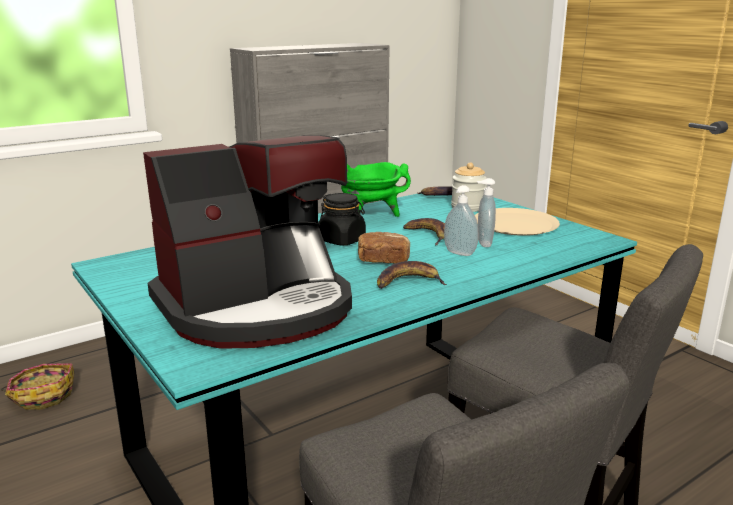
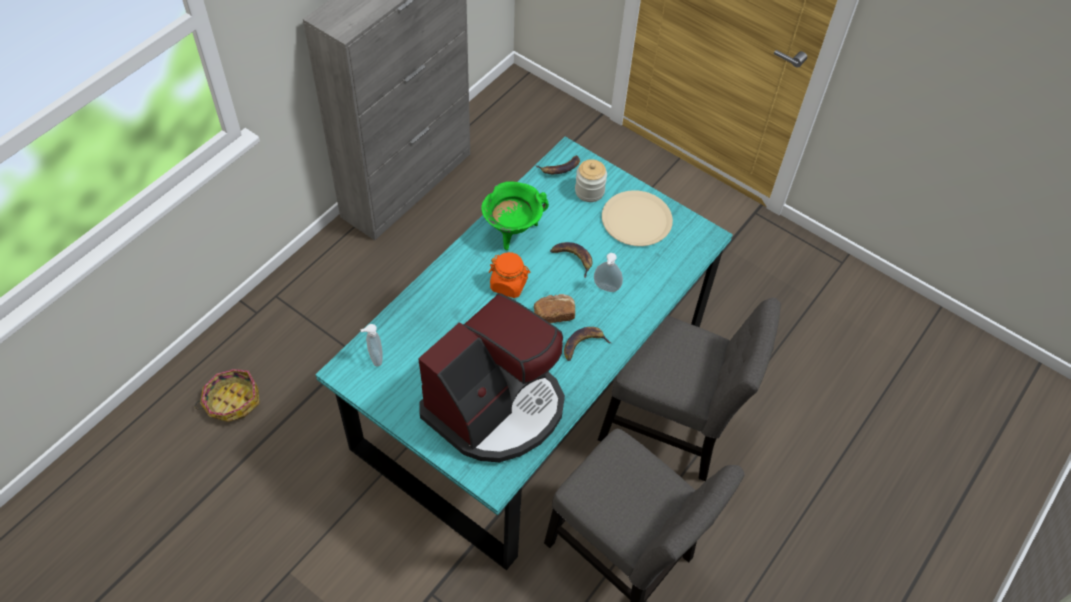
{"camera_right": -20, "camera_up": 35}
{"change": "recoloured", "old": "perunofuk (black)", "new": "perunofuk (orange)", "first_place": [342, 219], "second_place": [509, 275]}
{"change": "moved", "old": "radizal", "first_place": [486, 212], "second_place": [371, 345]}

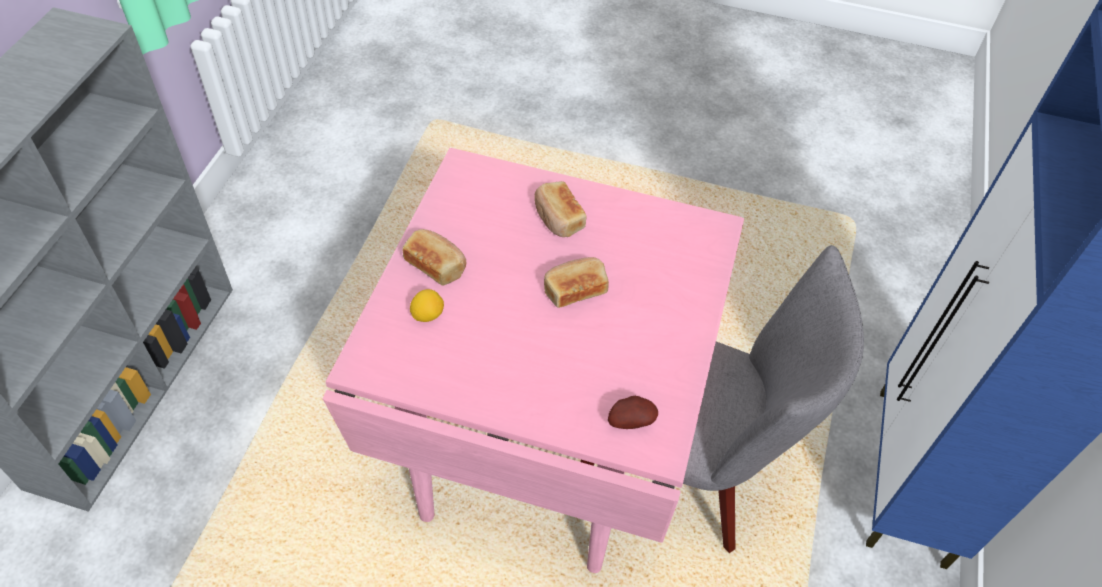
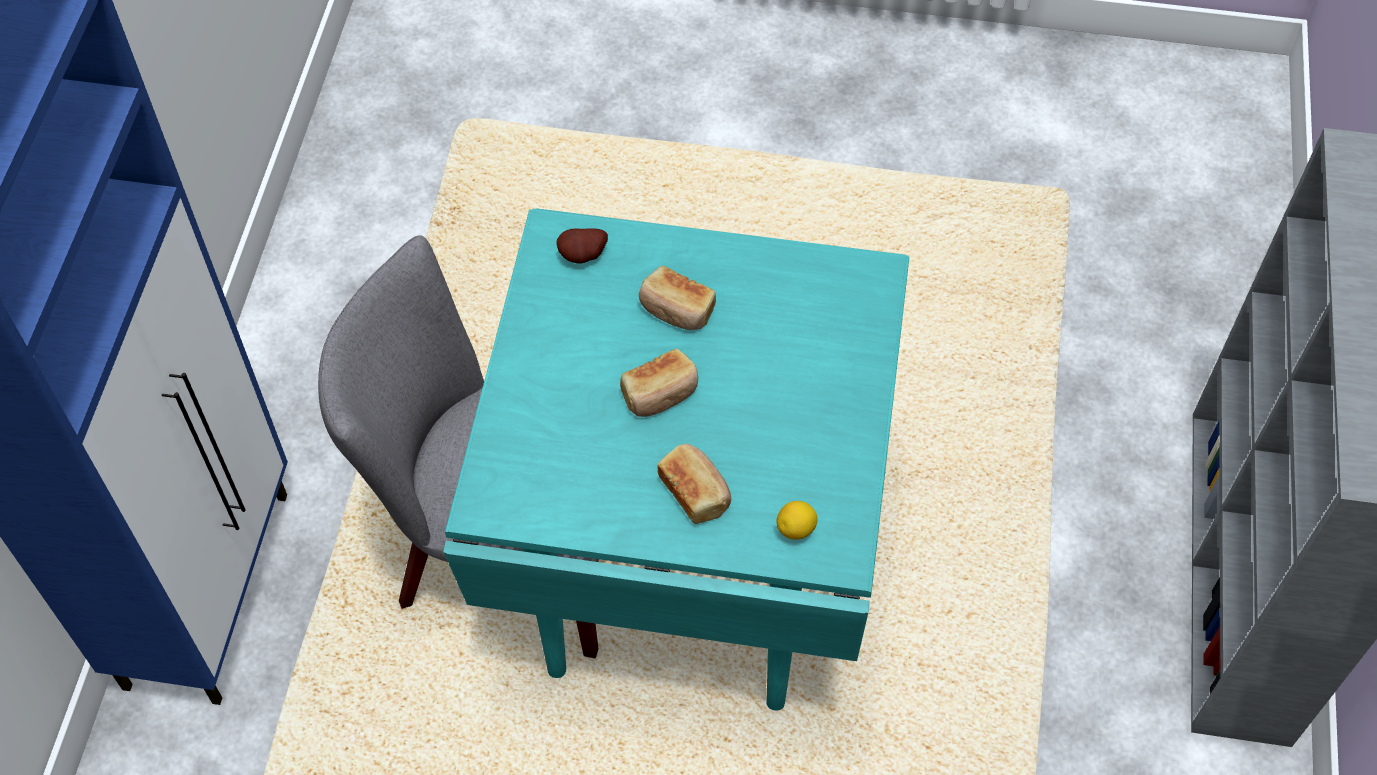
{"camera_right": 175, "camera_up": 5}
{"change": "recoloured", "old": "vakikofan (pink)", "new": "vakikofan (turquoise)", "first_place": [533, 360], "second_place": [676, 459]}
{"change": "moved", "old": "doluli", "first_place": [434, 257], "second_place": [677, 298]}
{"change": "moved", "old": "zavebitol", "first_place": [427, 305], "second_place": [797, 520]}

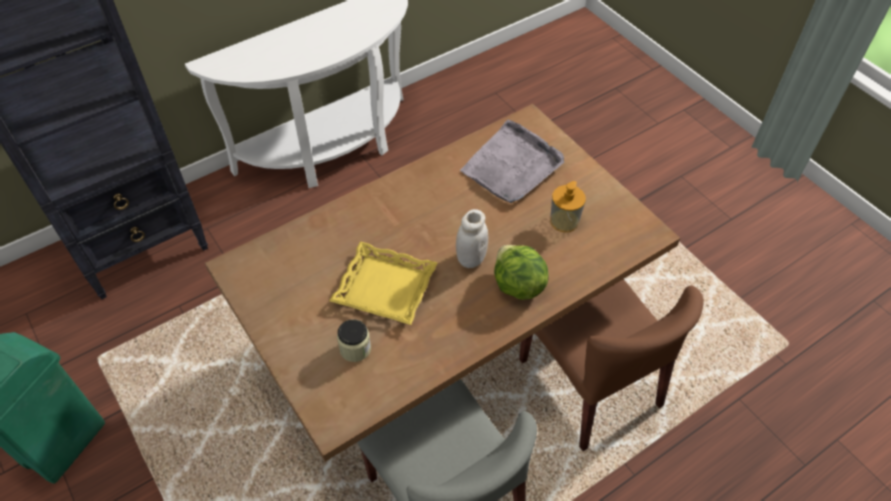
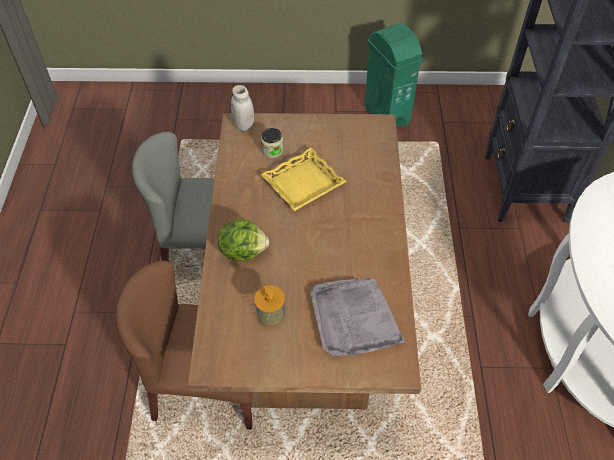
{"camera_right": 125, "camera_up": 0}
{"change": "moved", "old": "perunofuk (white)", "first_place": [472, 238], "second_place": [242, 108]}

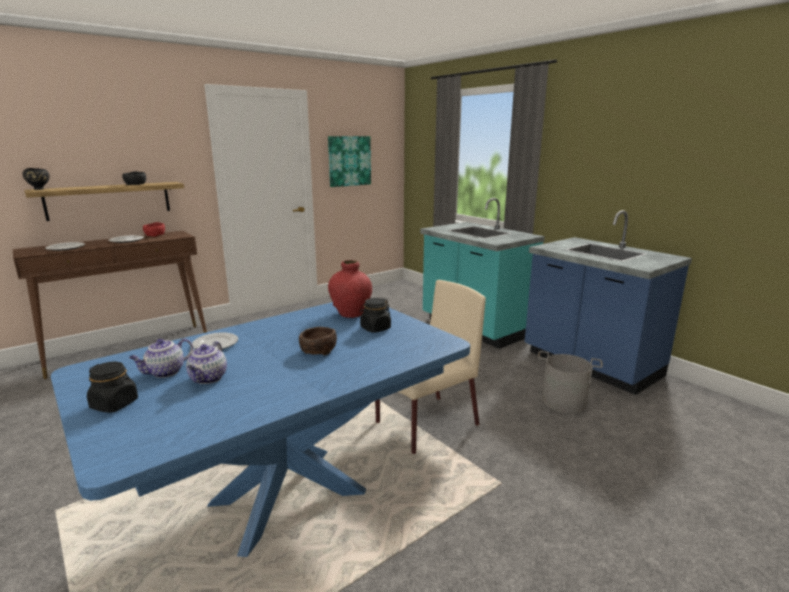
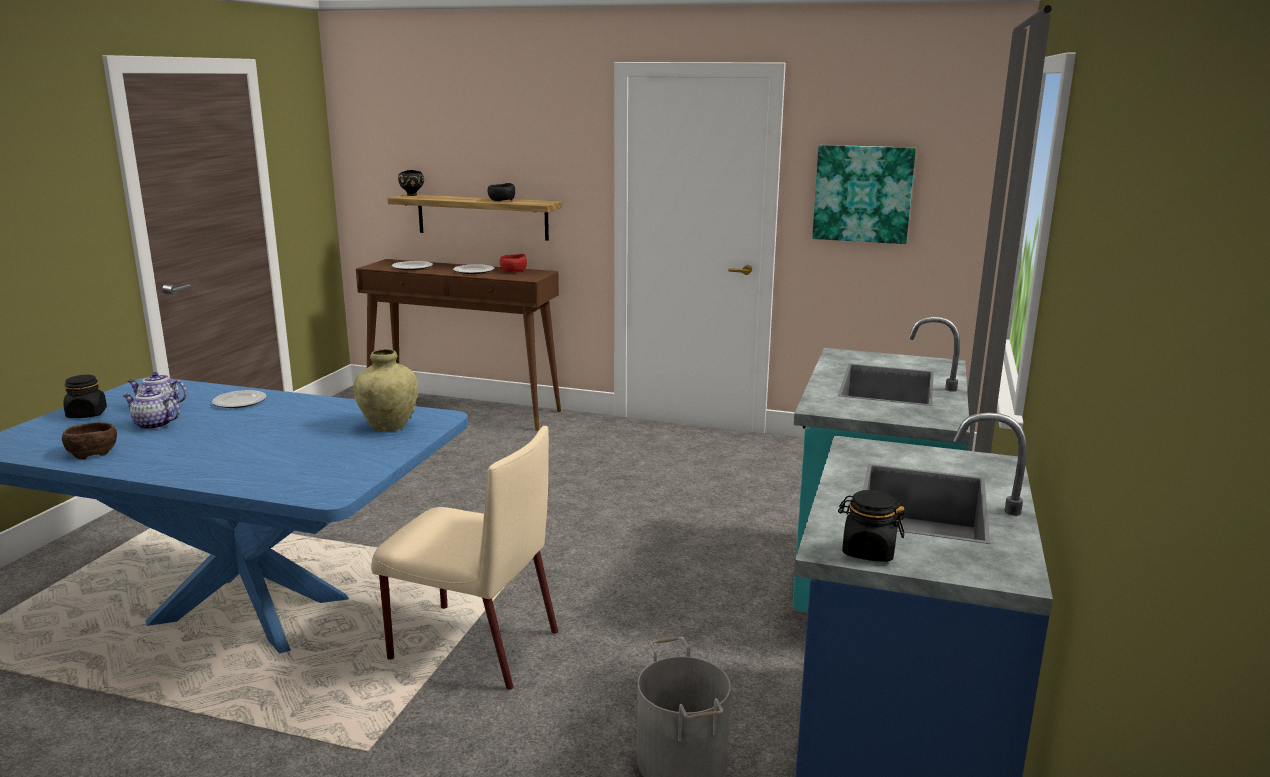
{"camera_right": 55, "camera_up": 0}
{"change": "turned", "old": "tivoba", "first_place": [206, 362], "second_place": [151, 409], "degrees": 45}
{"change": "moved", "old": "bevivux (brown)", "first_place": [318, 341], "second_place": [89, 440]}
{"change": "recoloured", "old": "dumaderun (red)", "new": "dumaderun (beige)", "first_place": [350, 289], "second_place": [385, 390]}
{"change": "moved", "old": "perunofuk (black)", "first_place": [375, 315], "second_place": [871, 526]}

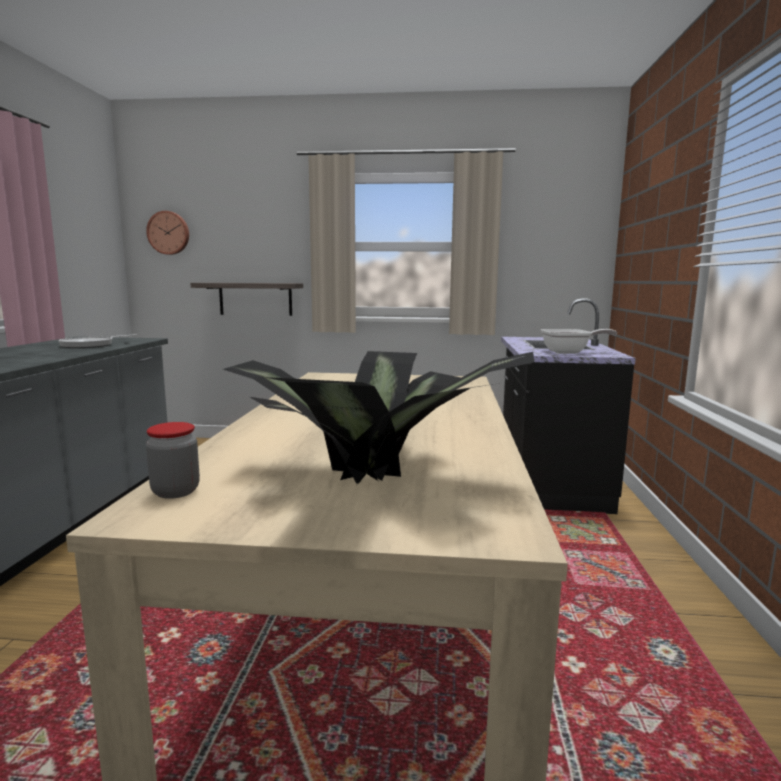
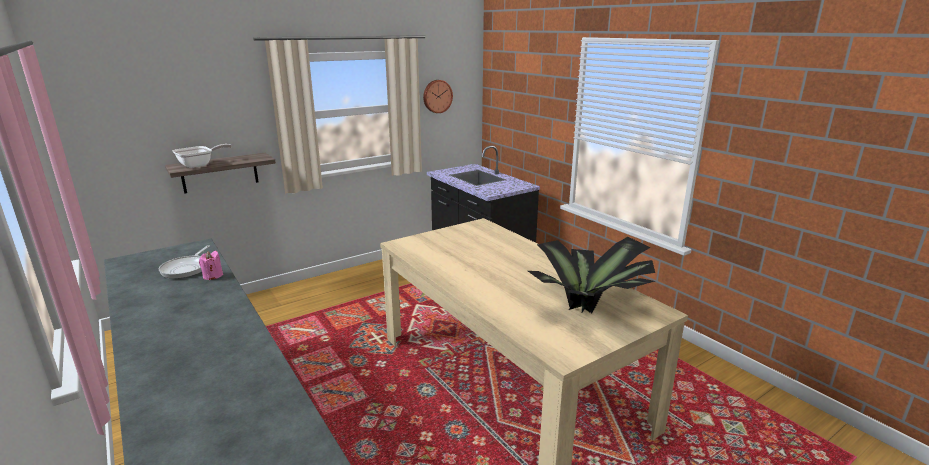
{"camera_right": -40, "camera_up": 10}
{"change": "moved", "old": "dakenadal", "first_place": [167, 233], "second_place": [438, 96]}
{"change": "removed", "old": "perunofuk", "first_place": [173, 460]}
{"change": "moved", "old": "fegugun", "first_place": [579, 341], "second_place": [202, 156]}
{"change": "added", "new": "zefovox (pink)", "second_place": [211, 265]}

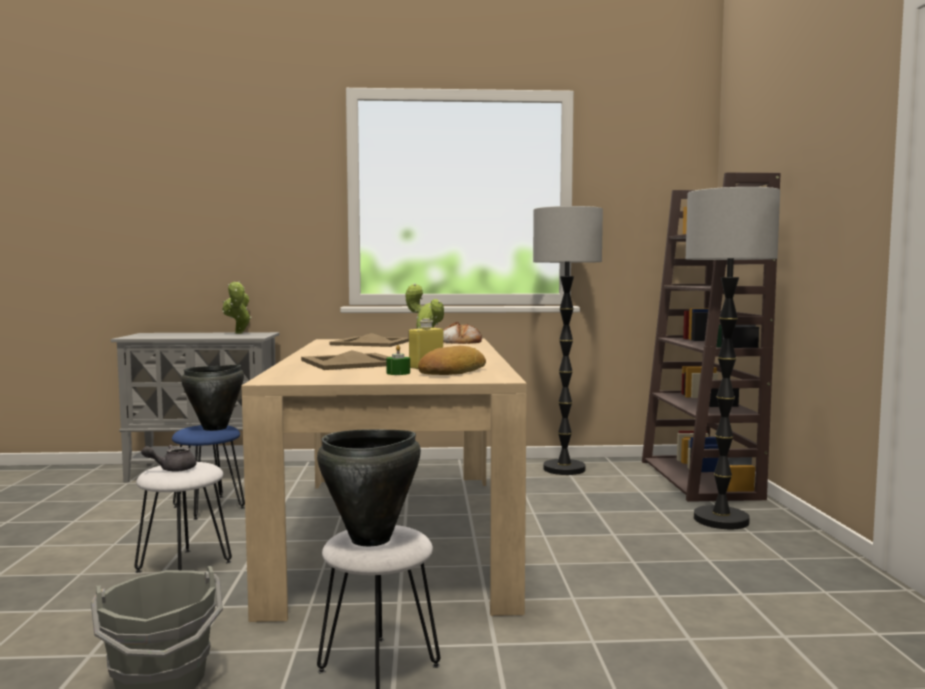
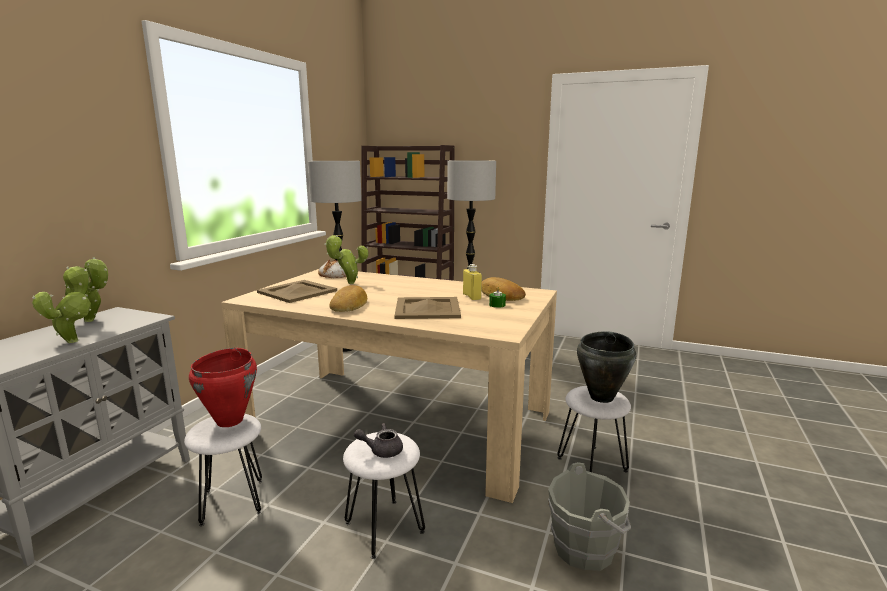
{"camera_right": -65, "camera_up": 10}
{"change": "turned", "old": "tivoba (grey)", "first_place": [168, 458], "second_place": [378, 440], "degrees": 90}
{"change": "recoloured", "old": "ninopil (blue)", "new": "ninopil (white)", "first_place": [208, 472], "second_place": [223, 470]}
{"change": "recoloured", "old": "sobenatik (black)", "new": "sobenatik (red)", "first_place": [212, 398], "second_place": [223, 387]}
{"change": "added", "new": "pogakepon", "second_place": [61, 304]}
{"change": "added", "new": "doluli", "second_place": [348, 298]}

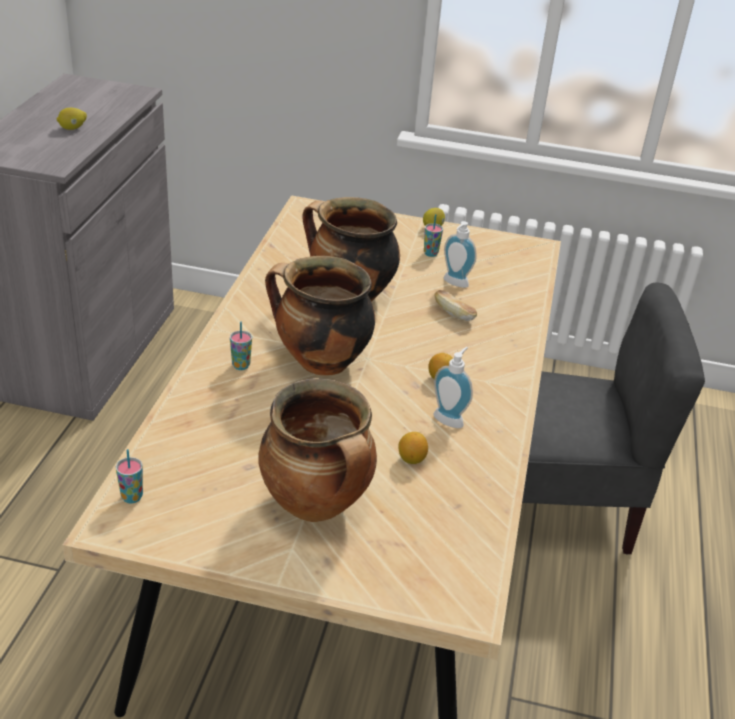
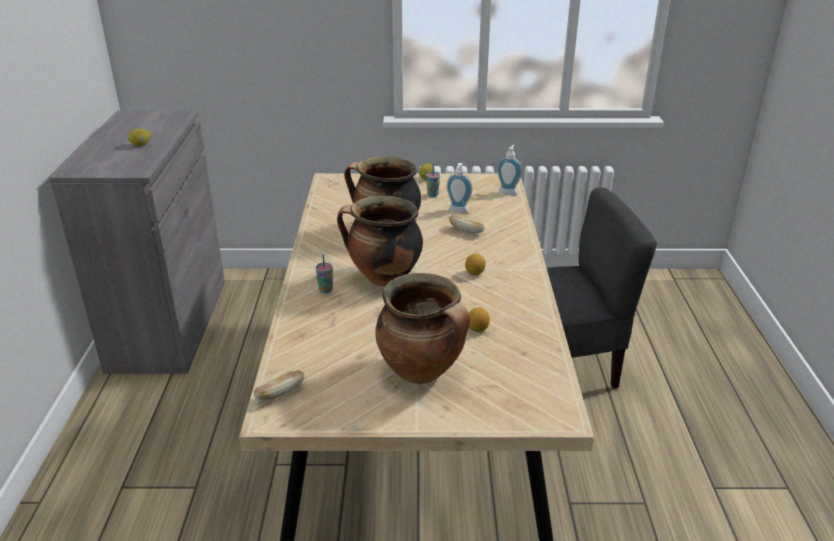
{"camera_right": -10, "camera_up": -5}
{"change": "replaced", "old": "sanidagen", "new": "doluli", "first_place": [129, 476], "second_place": [278, 385]}
{"change": "moved", "old": "radizal", "first_place": [453, 387], "second_place": [509, 169]}

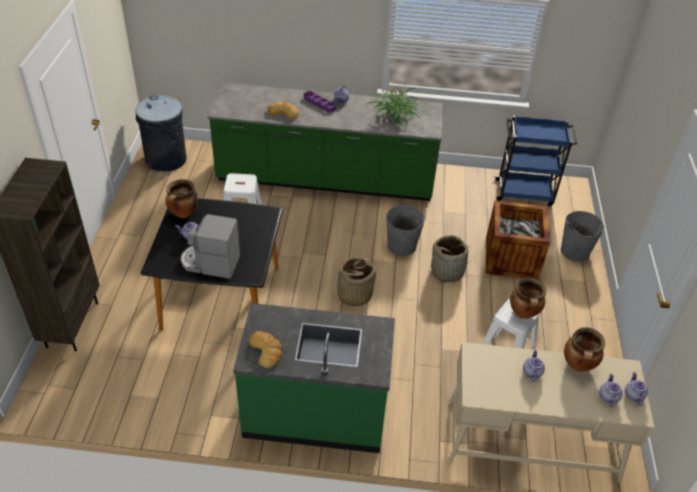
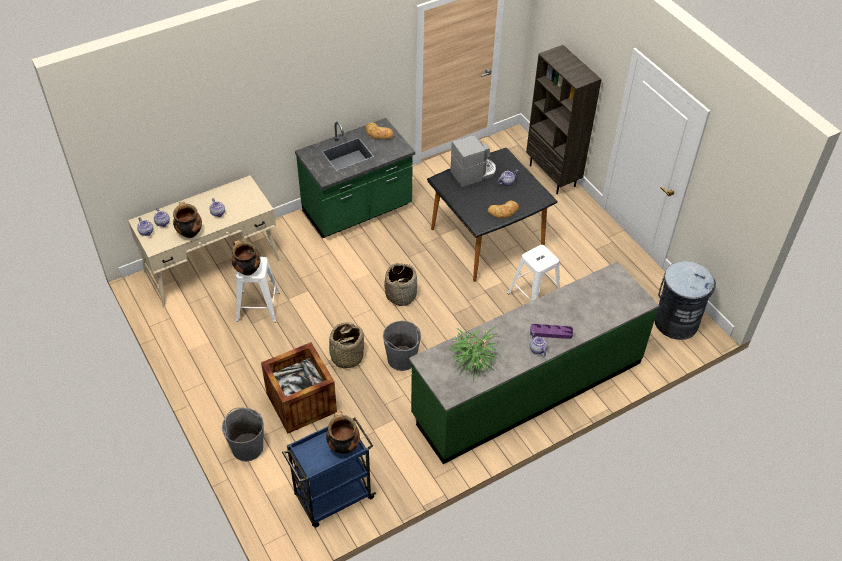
{"camera_right": 145, "camera_up": 5}
{"change": "moved", "old": "sobenatik", "first_place": [181, 198], "second_place": [343, 433]}
{"change": "moved", "old": "doluli", "first_place": [283, 110], "second_place": [503, 210]}

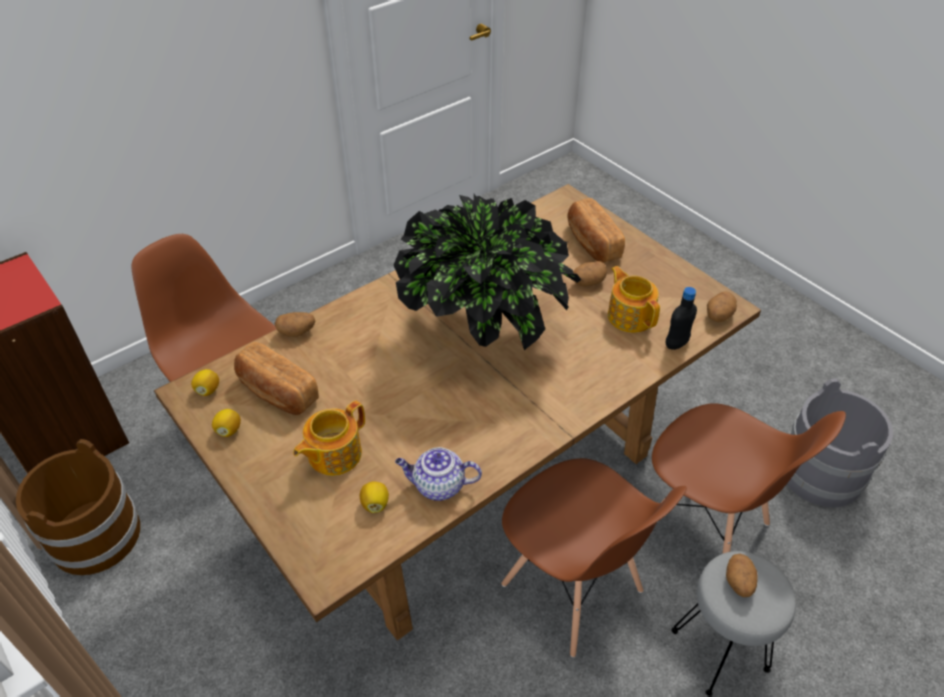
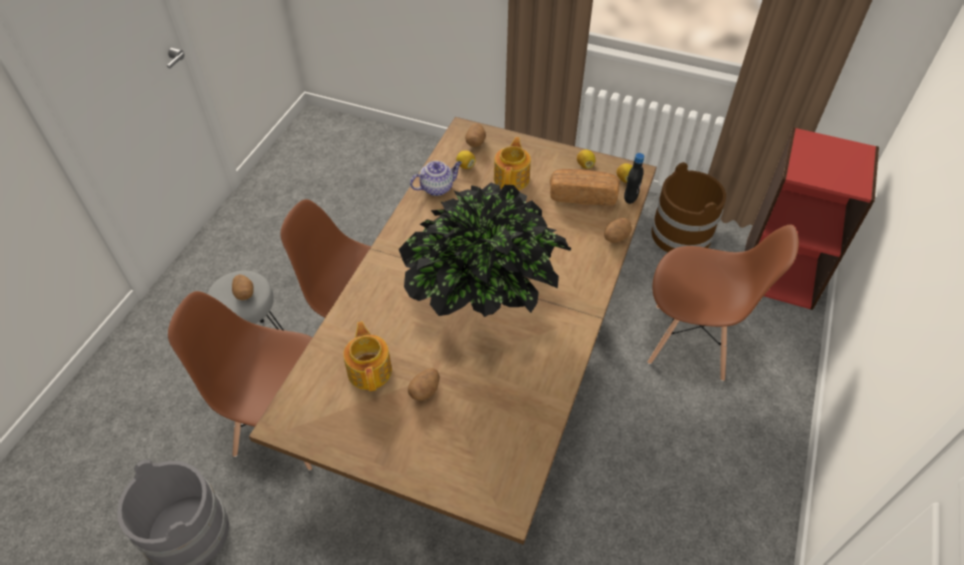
{"camera_right": 150, "camera_up": 5}
{"change": "removed", "old": "doluli", "first_place": [596, 230]}
{"change": "turned", "old": "tivoba", "first_place": [634, 299], "second_place": [367, 356], "degrees": -135}
{"change": "moved", "old": "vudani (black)", "first_place": [681, 318], "second_place": [634, 178]}
{"change": "moved", "old": "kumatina", "first_place": [722, 306], "second_place": [475, 135]}

